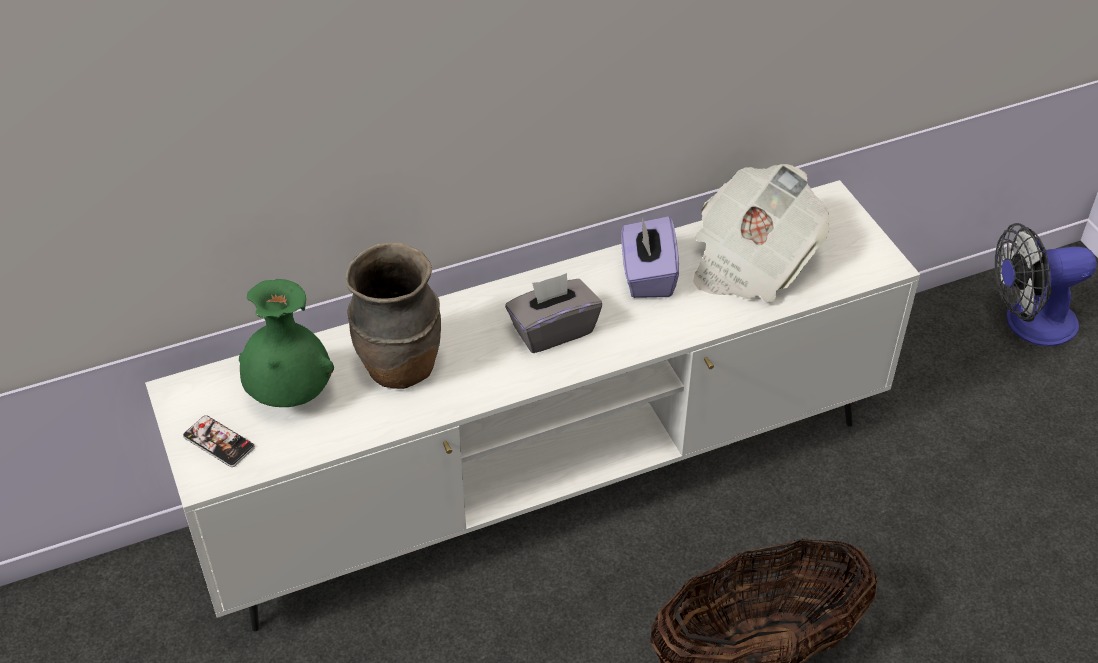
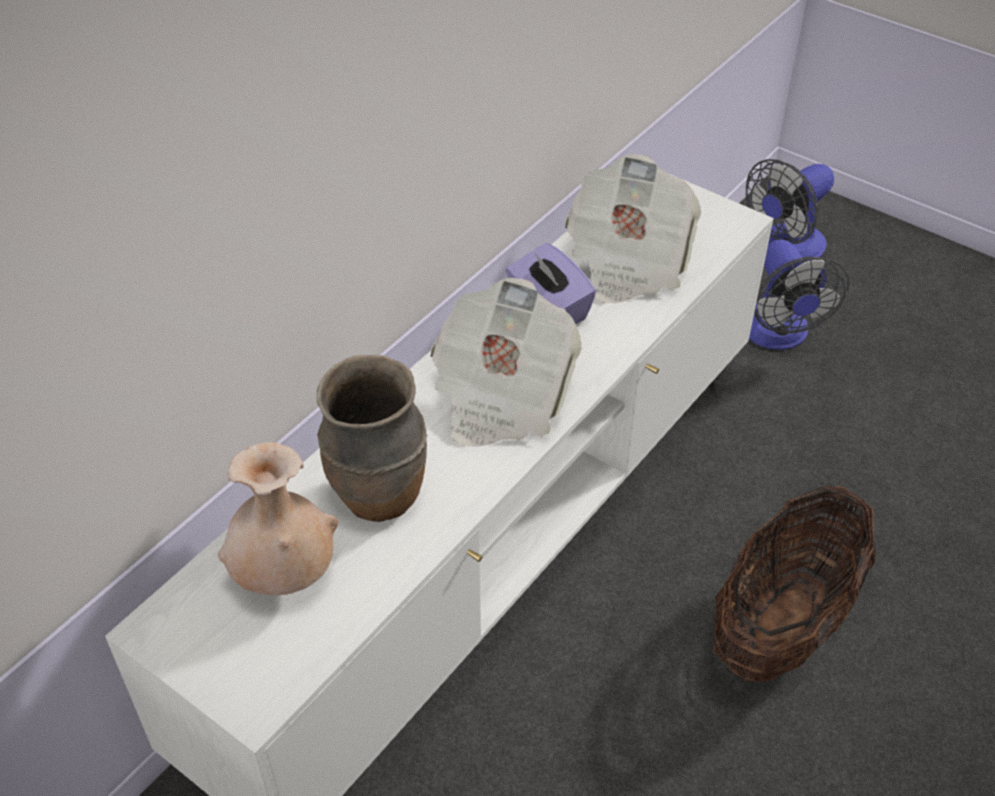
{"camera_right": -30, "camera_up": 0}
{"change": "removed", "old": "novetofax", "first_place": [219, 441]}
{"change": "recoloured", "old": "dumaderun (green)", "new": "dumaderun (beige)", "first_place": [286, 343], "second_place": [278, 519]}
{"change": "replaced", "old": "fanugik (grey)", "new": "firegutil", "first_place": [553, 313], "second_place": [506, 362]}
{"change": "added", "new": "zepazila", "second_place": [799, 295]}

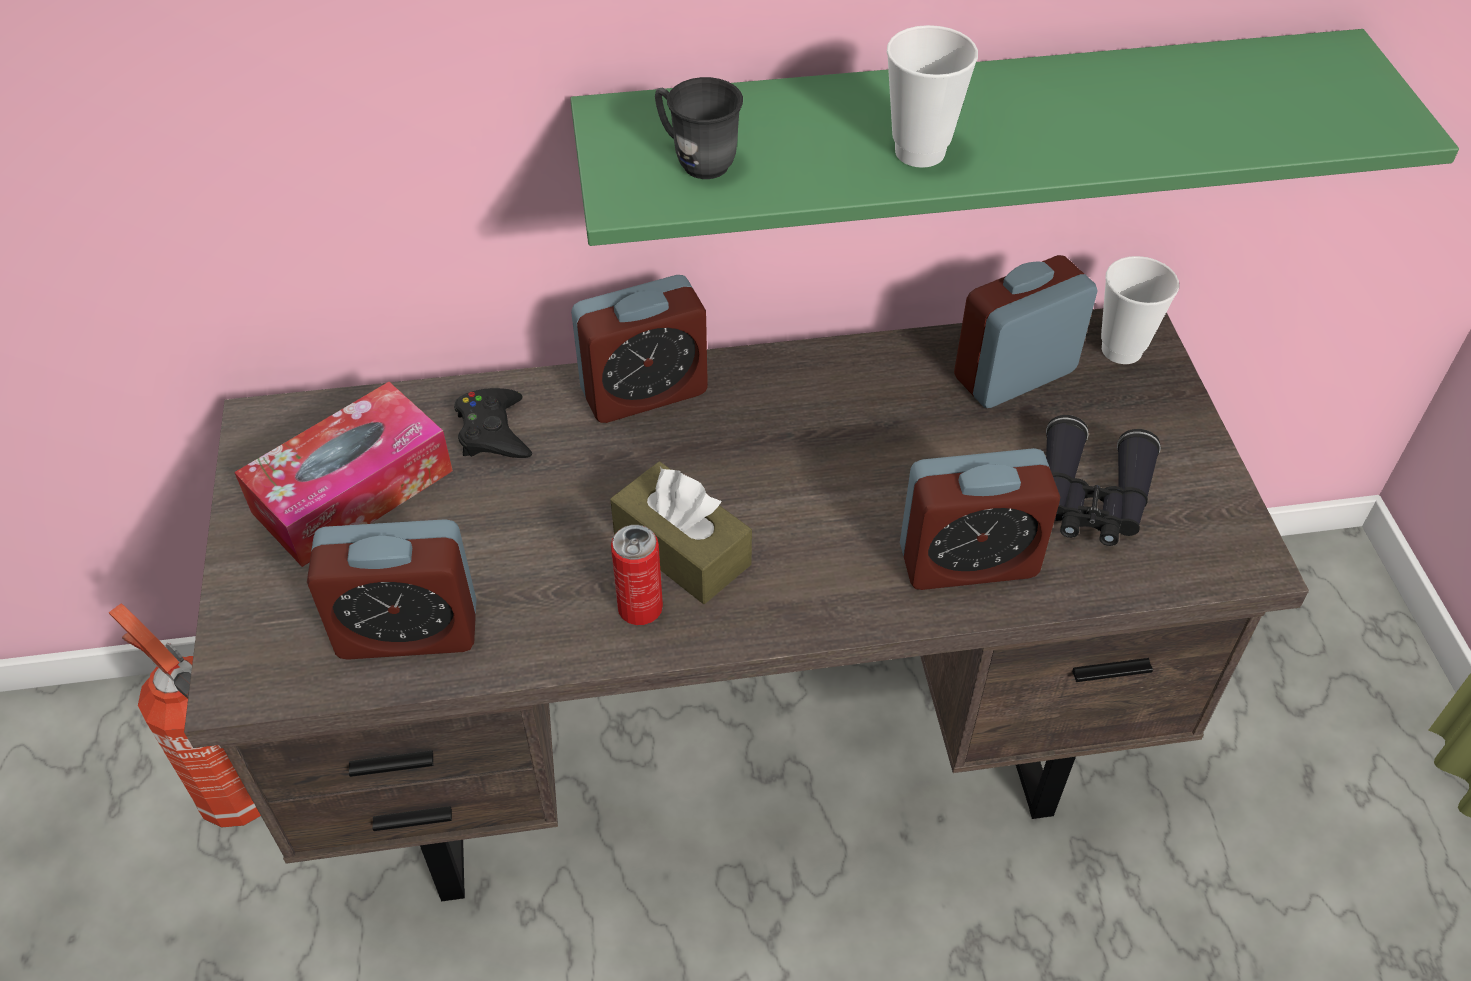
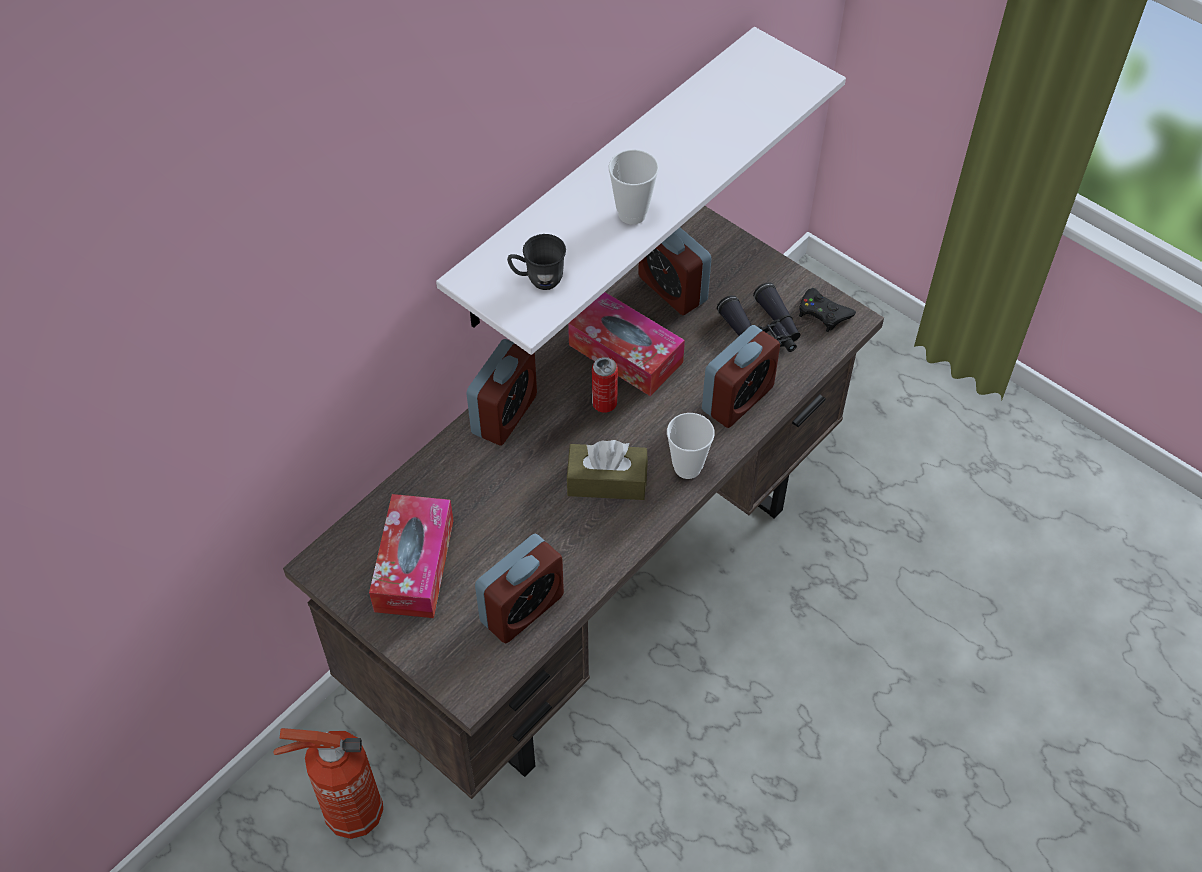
{"camera_right": -40, "camera_up": 5}
{"change": "moved", "old": "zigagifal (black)", "first_place": [493, 423], "second_place": [827, 310]}
{"change": "recoloured", "old": "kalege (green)", "new": "kalege (white)", "first_place": [1014, 137], "second_place": [641, 191]}
{"change": "moved", "old": "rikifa", "first_place": [637, 575], "second_place": [605, 385]}
{"change": "turned", "old": "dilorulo", "first_place": [1026, 331], "second_place": [675, 271], "degrees": -60}
{"change": "moved", "old": "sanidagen", "first_place": [1140, 310], "second_place": [691, 446]}
{"change": "added", "new": "fanugik", "second_place": [626, 344]}

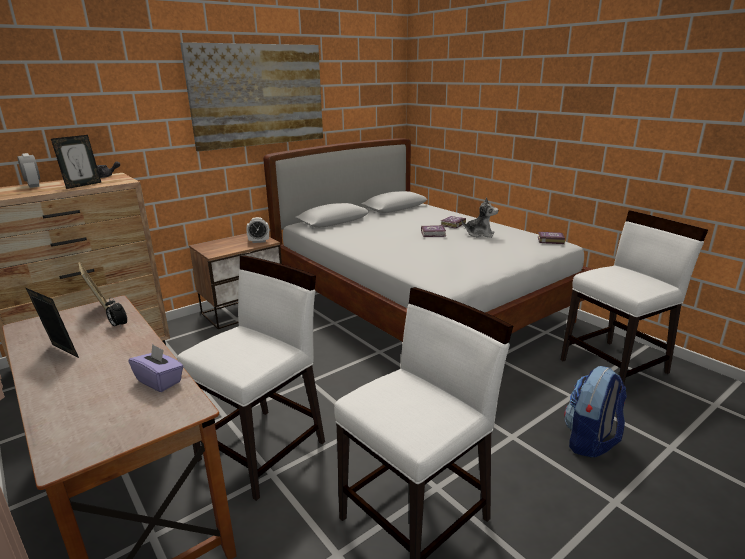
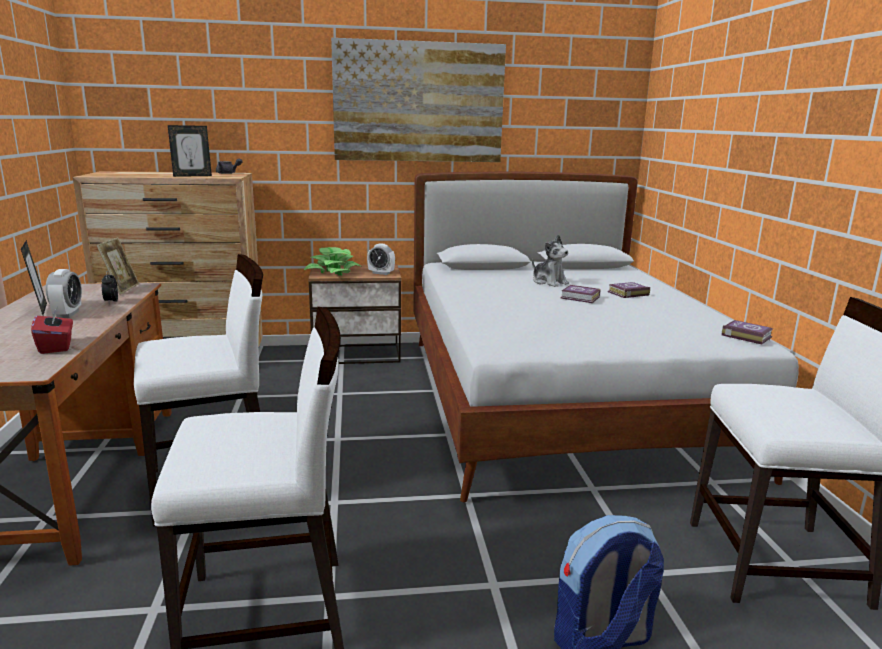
{"camera_right": 30, "camera_up": -5}
{"change": "moved", "old": "dilorulo", "first_place": [28, 170], "second_place": [64, 293]}
{"change": "recoloured", "old": "fanugik (purple)", "new": "fanugik (red)", "first_place": [156, 368], "second_place": [52, 330]}
{"change": "moved", "old": "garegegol", "first_place": [480, 217], "second_place": [550, 260]}
{"change": "added", "new": "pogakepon", "second_place": [333, 261]}

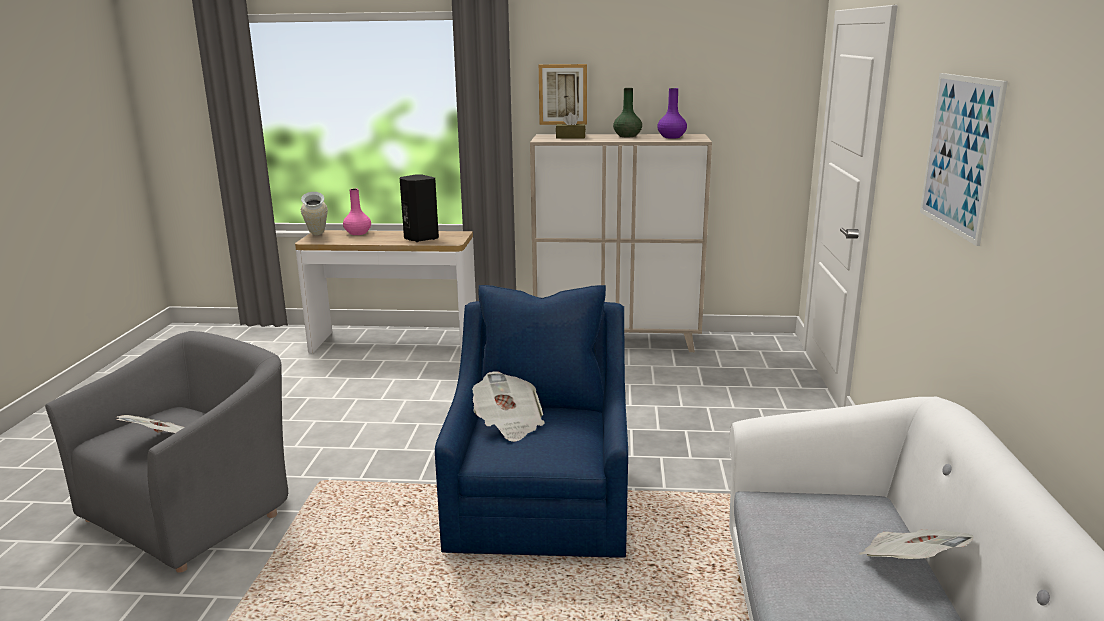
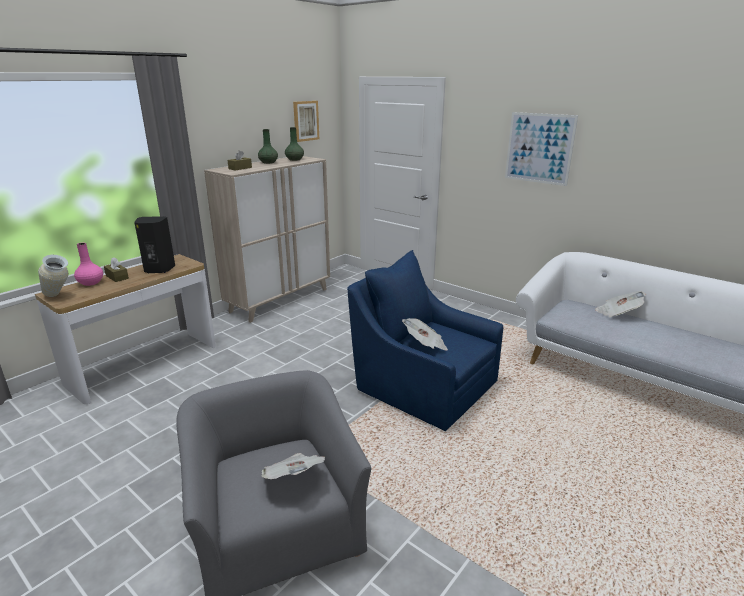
{"camera_right": -55, "camera_up": 5}
{"change": "moved", "old": "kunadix", "first_place": [563, 94], "second_place": [306, 121]}
{"change": "recoloured", "old": "dumaderun (purple)", "new": "dumaderun (green)", "first_place": [672, 113], "second_place": [294, 144]}
{"change": "added", "new": "fanugik (brown)", "second_place": [116, 269]}

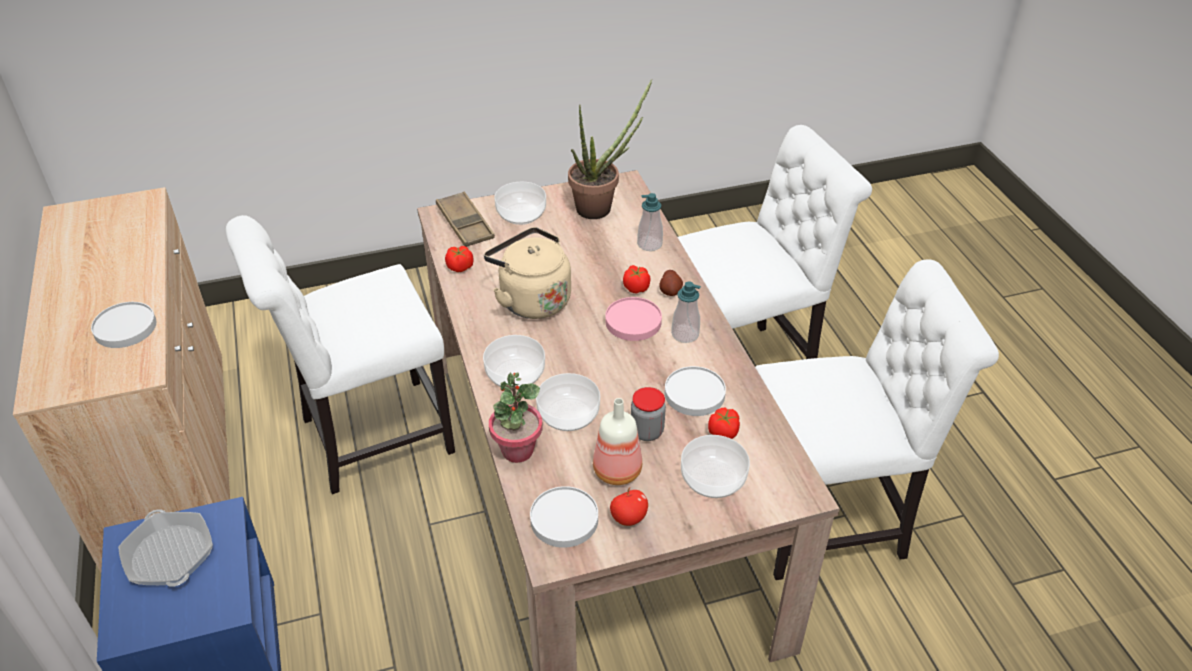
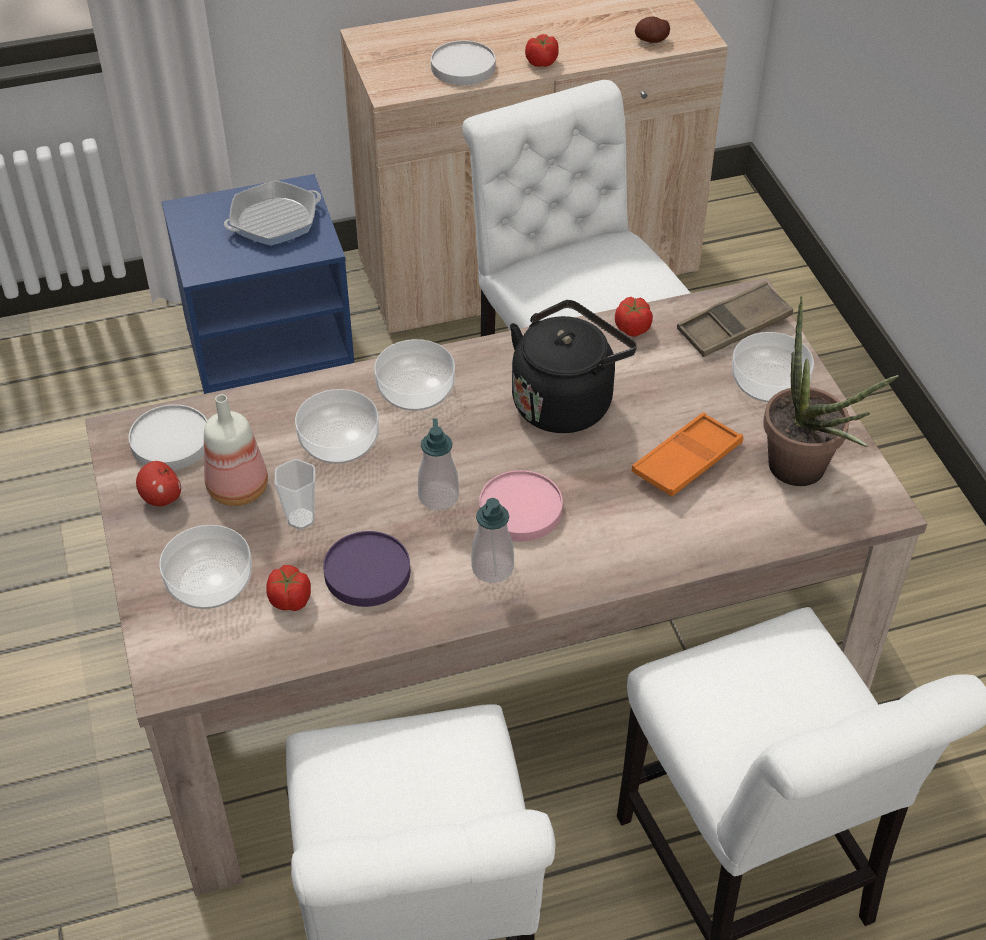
{"camera_right": 90, "camera_up": 5}
{"change": "recoloured", "old": "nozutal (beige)", "new": "nozutal (black)", "first_place": [527, 273], "second_place": [573, 366]}
{"change": "removed", "old": "pogakepon", "first_place": [516, 418]}
{"change": "moved", "old": "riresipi", "first_place": [637, 279], "second_place": [542, 50]}
{"change": "replaced", "old": "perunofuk", "new": "sanidagen", "first_place": [648, 414], "second_place": [295, 494]}
{"change": "moved", "old": "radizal", "first_place": [650, 222], "second_place": [438, 464]}
{"change": "moved", "old": "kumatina", "first_place": [671, 283], "second_place": [652, 29]}
{"change": "recoloured", "old": "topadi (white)", "new": "topadi (purple)", "first_place": [695, 391], "second_place": [366, 569]}
{"change": "added", "new": "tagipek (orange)", "second_place": [687, 454]}

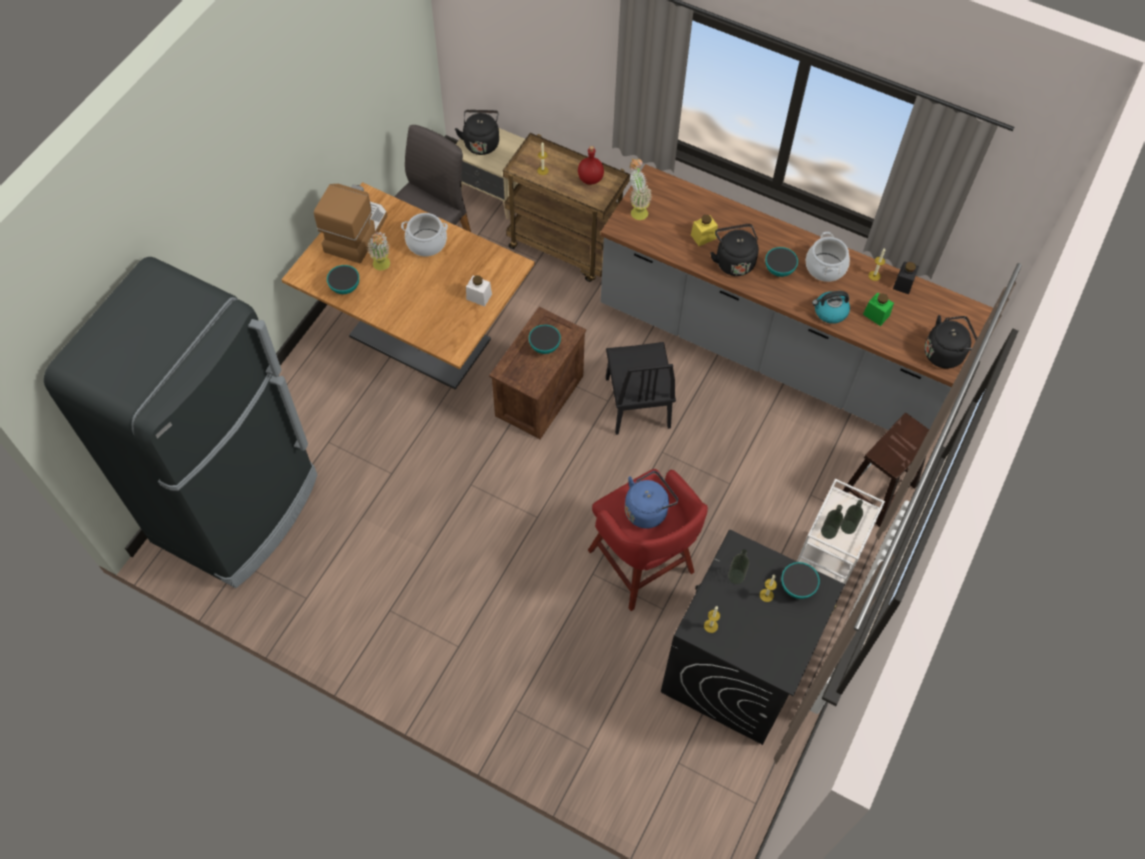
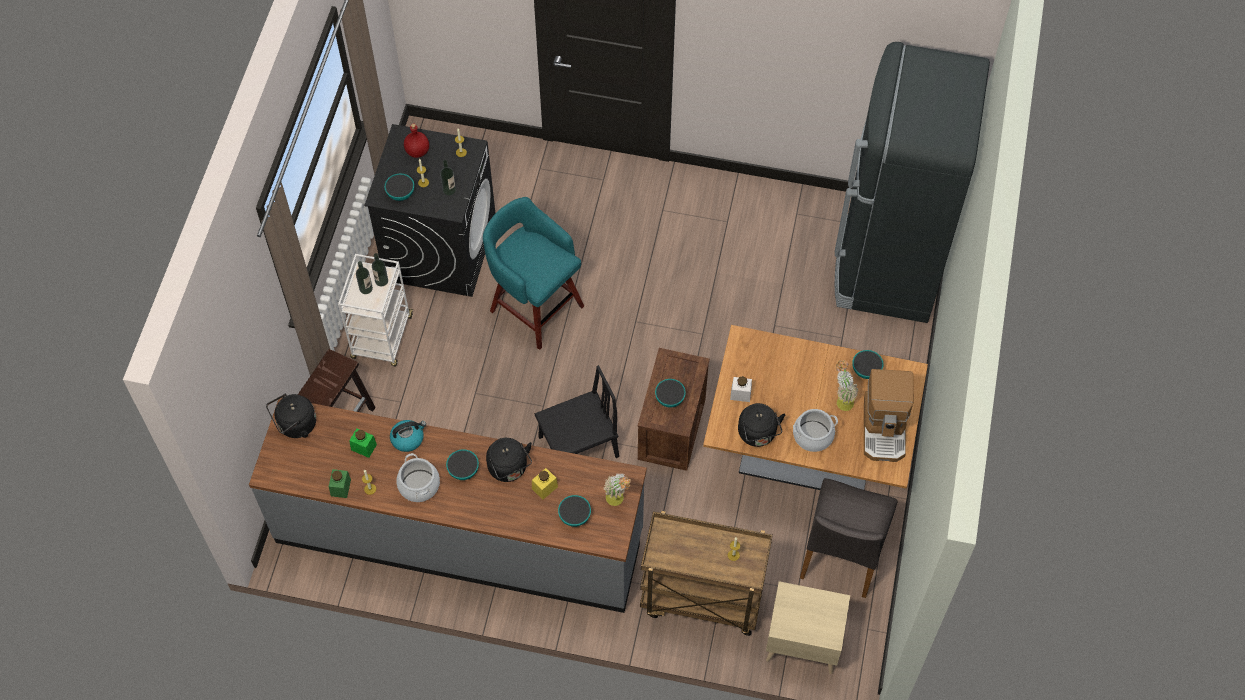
{"camera_right": 165, "camera_up": 0}
{"change": "moved", "old": "nozutal (black)", "first_place": [477, 132], "second_place": [761, 425]}
{"change": "moved", "old": "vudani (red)", "first_place": [591, 165], "second_place": [416, 141]}
{"change": "recoloured", "old": "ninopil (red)", "new": "ninopil (turquoise)", "first_place": [648, 540], "second_place": [533, 273]}
{"change": "turned", "old": "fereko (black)", "first_place": [641, 388], "second_place": [577, 411], "degrees": 90}
{"change": "removed", "old": "nozutal (blue)", "first_place": [651, 500]}
{"change": "recoloured", "old": "perunofuk (black)", "new": "perunofuk (green)", "first_place": [906, 277], "second_place": [340, 483]}
{"change": "added", "new": "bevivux", "second_place": [574, 511]}

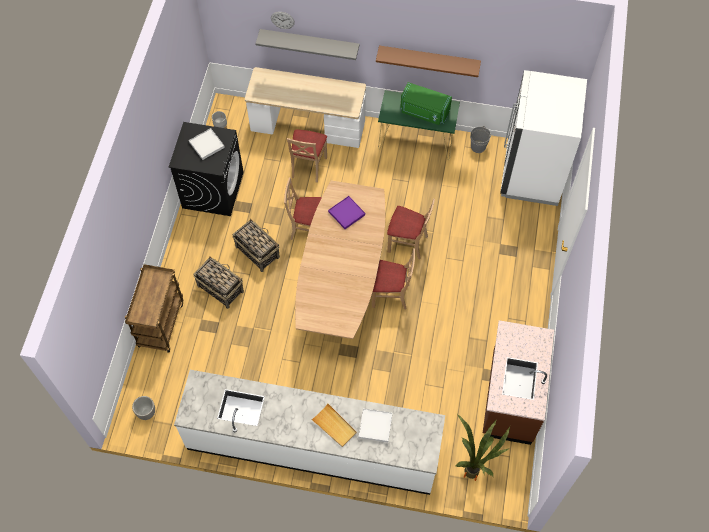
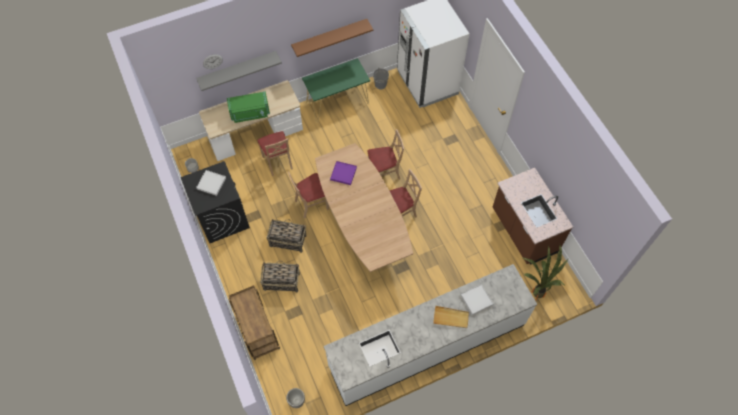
{"camera_right": -35, "camera_up": 0}
{"change": "moved", "old": "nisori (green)", "first_place": [426, 103], "second_place": [248, 107]}

